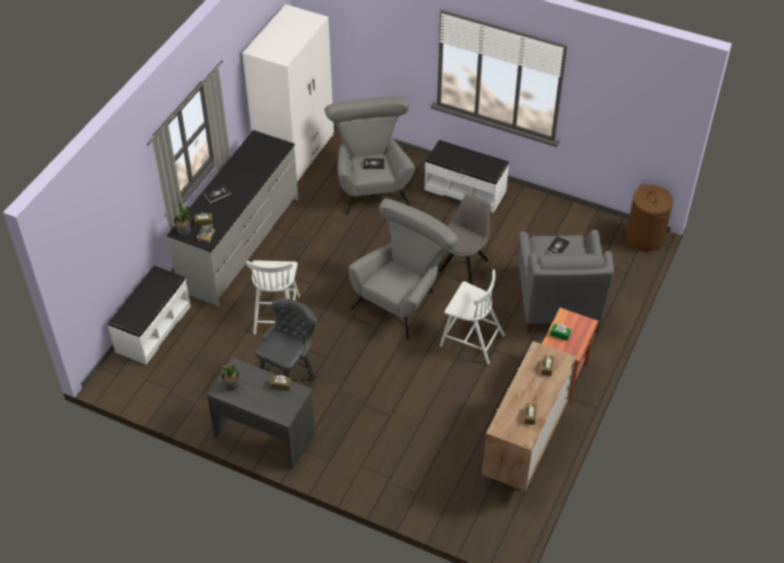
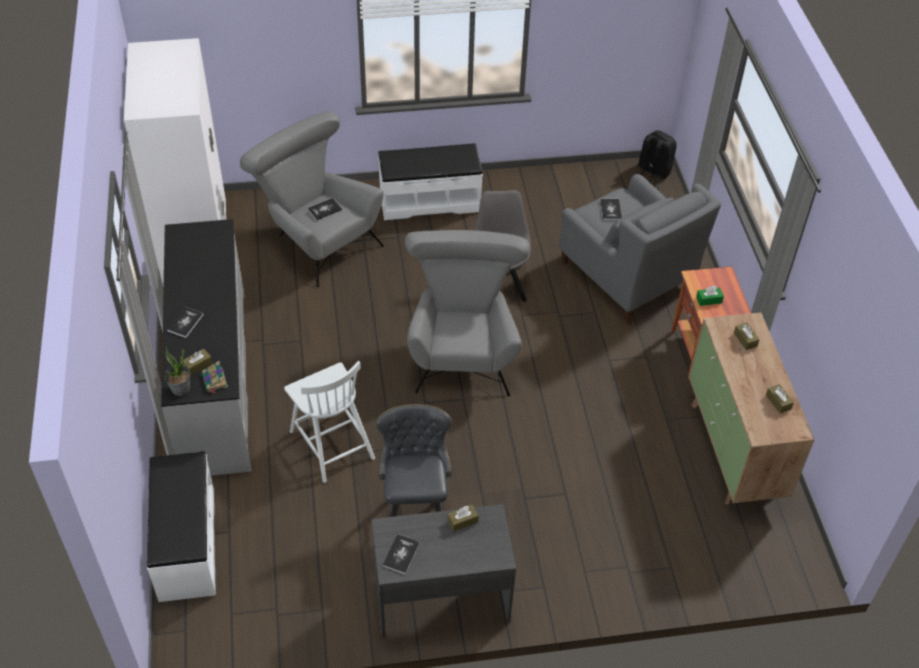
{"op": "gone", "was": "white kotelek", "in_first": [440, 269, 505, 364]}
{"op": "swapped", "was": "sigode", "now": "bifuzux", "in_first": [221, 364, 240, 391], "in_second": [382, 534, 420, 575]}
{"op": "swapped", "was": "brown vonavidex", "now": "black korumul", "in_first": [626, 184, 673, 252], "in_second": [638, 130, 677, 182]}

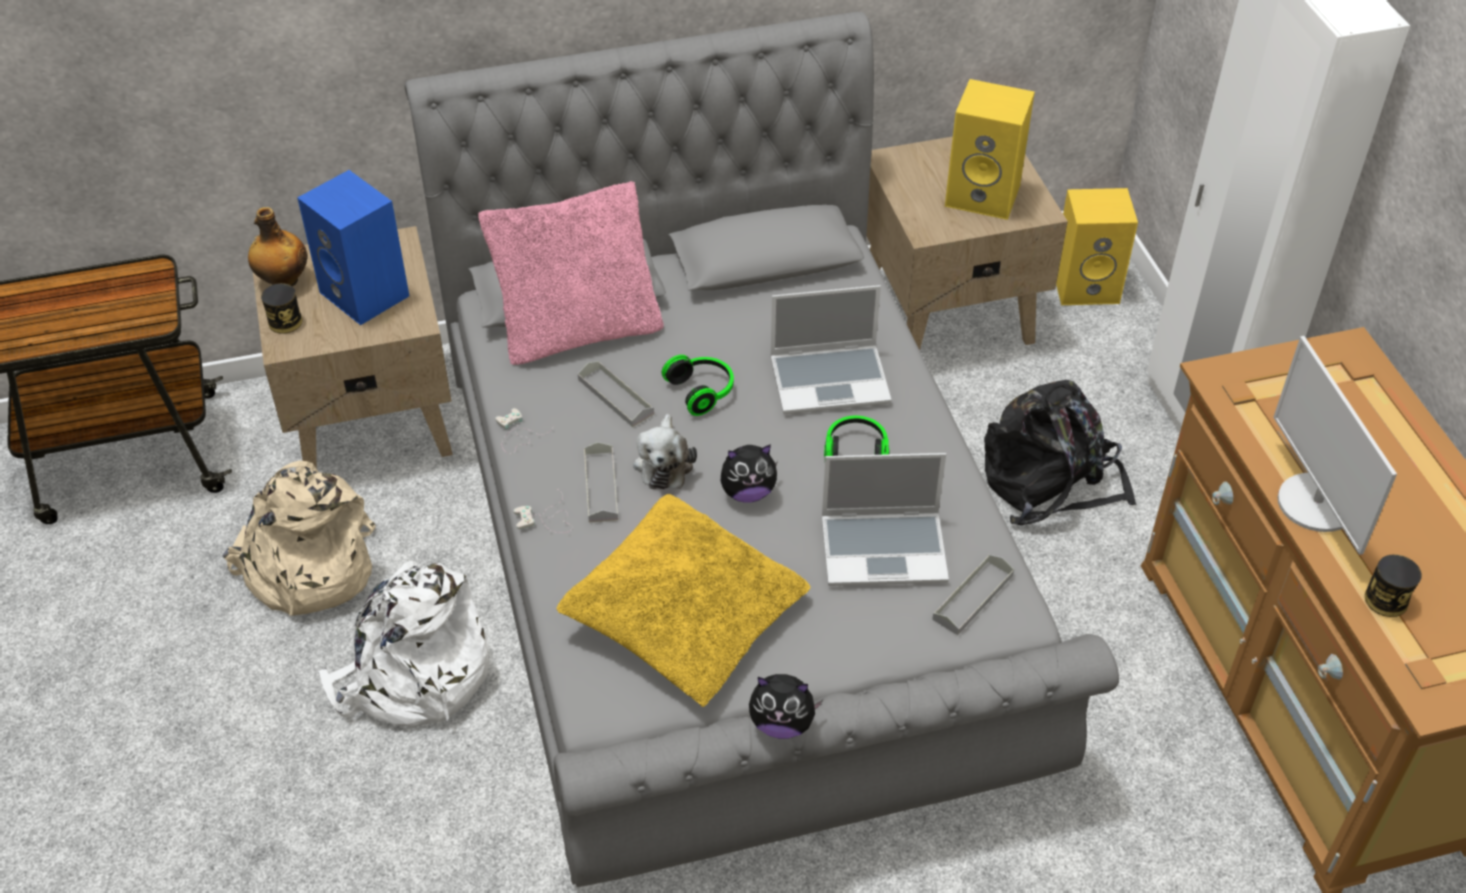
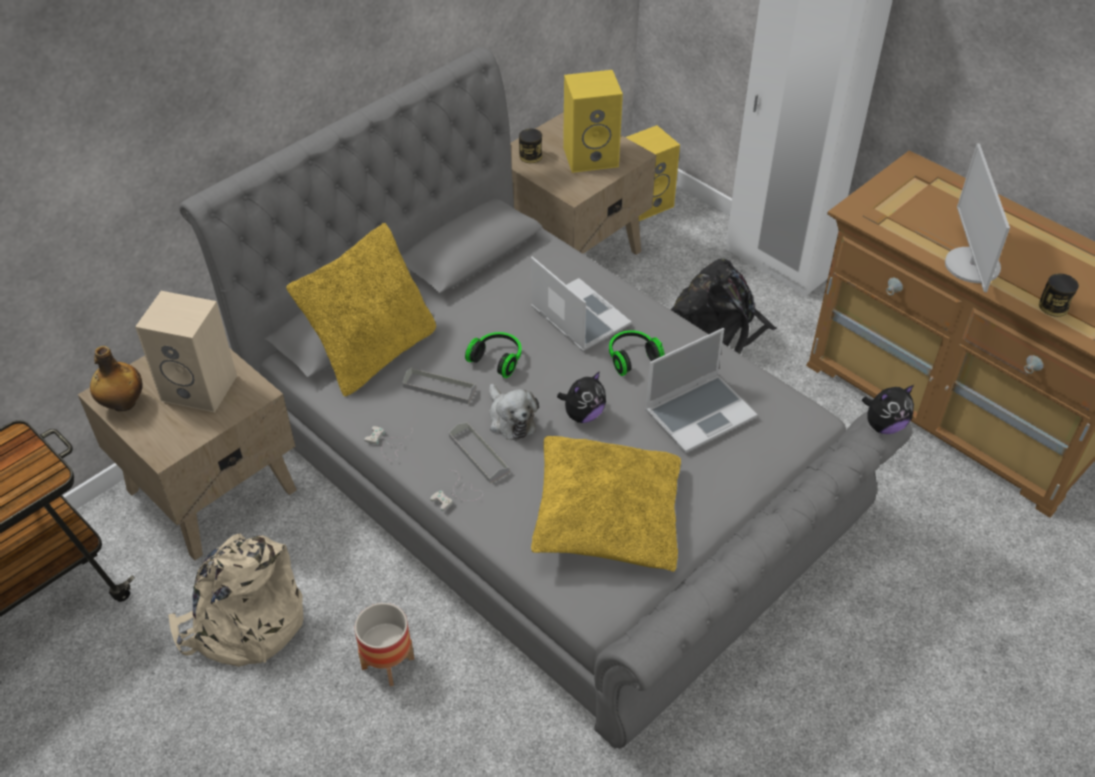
{"op": "gone", "was": "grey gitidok", "in_first": [932, 555, 1014, 635]}
{"op": "shifted", "was": "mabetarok", "in_first": [261, 283, 302, 334], "in_second": [519, 129, 542, 163]}
{"op": "shifted", "was": "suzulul", "in_first": [749, 674, 823, 739], "in_second": [862, 385, 914, 434]}
{"op": "swapped", "was": "white korumul", "now": "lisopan", "in_first": [318, 560, 489, 728], "in_second": [355, 603, 414, 686]}
{"op": "repainted", "was": "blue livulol", "now": "beige livulol", "in_first": [297, 170, 409, 325], "in_second": [135, 291, 237, 413]}
{"op": "repainted", "was": "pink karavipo", "now": "yellow karavipo", "in_first": [478, 181, 664, 365], "in_second": [286, 223, 436, 396]}
{"op": "rotated", "was": "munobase", "in_first": [770, 285, 891, 414], "in_second": [531, 256, 632, 351], "clockwise": -90}
{"op": "rotated", "was": "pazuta", "in_first": [1273, 336, 1397, 555], "in_second": [945, 143, 1010, 292], "clockwise": 45}

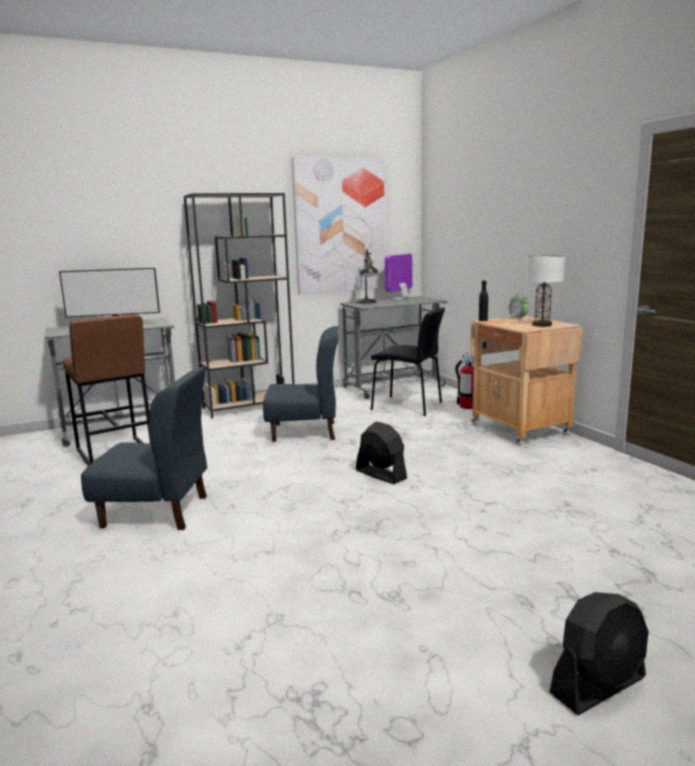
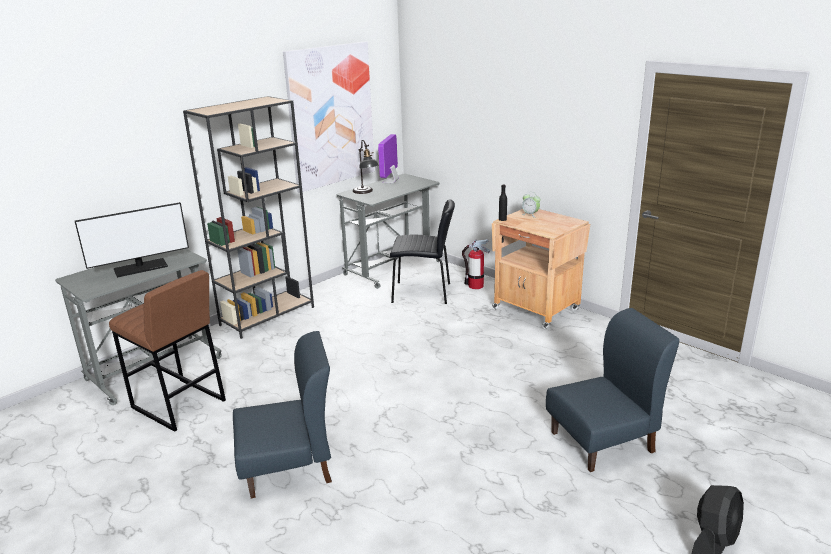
{"op": "gone", "was": "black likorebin", "in_first": [356, 422, 407, 484]}
{"op": "gone", "was": "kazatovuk", "in_first": [526, 255, 565, 327]}
{"op": "shifted", "was": "blue kotelek", "in_first": [263, 326, 339, 442], "in_second": [546, 308, 679, 472]}

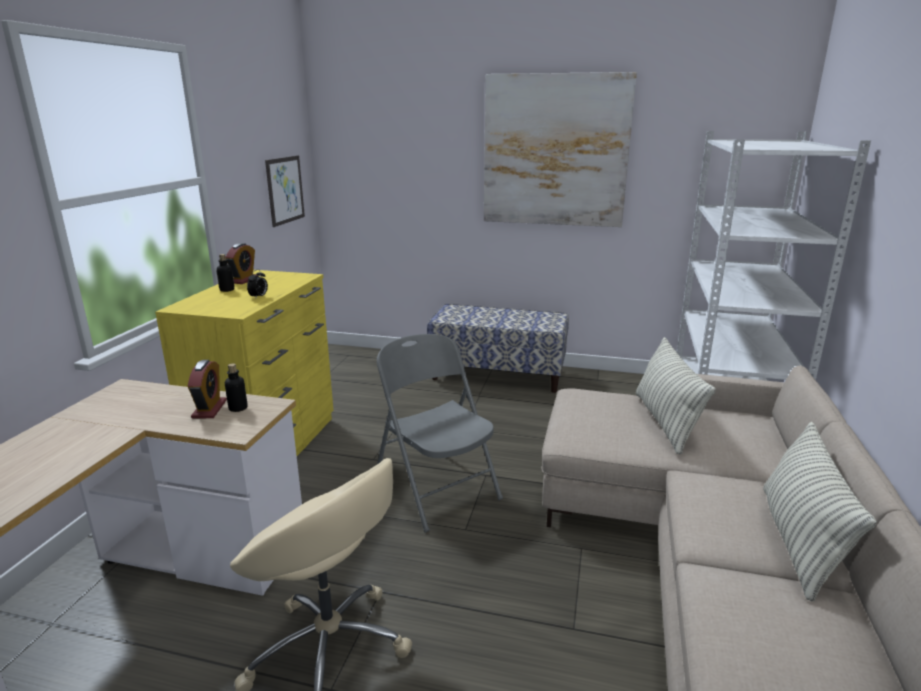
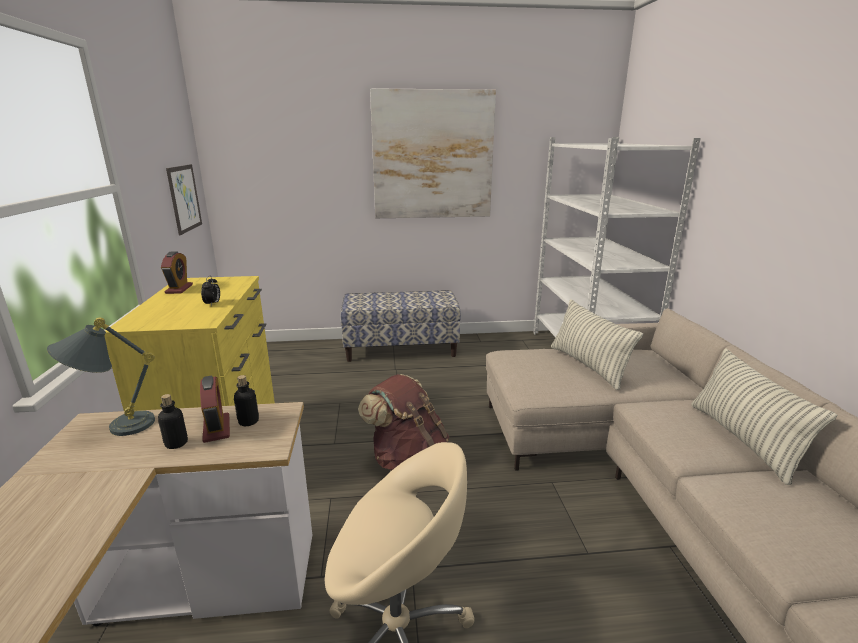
{"op": "new", "now": "grey kazatovuk", "in_second": [47, 318, 155, 436]}
{"op": "shifted", "was": "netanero", "in_first": [217, 254, 234, 292], "in_second": [158, 394, 188, 449]}
{"op": "swapped", "was": "grey kotelek", "now": "brown korumul", "in_first": [377, 334, 503, 533], "in_second": [358, 374, 449, 471]}

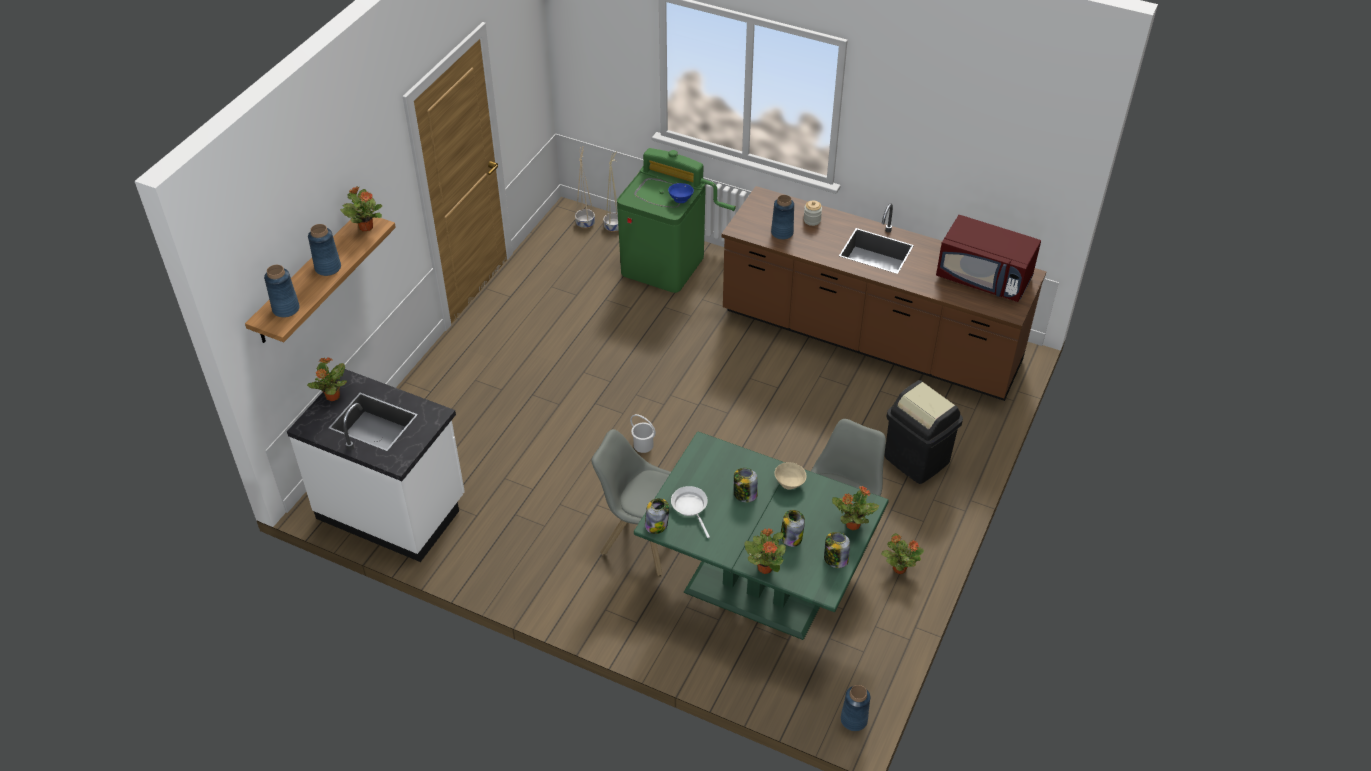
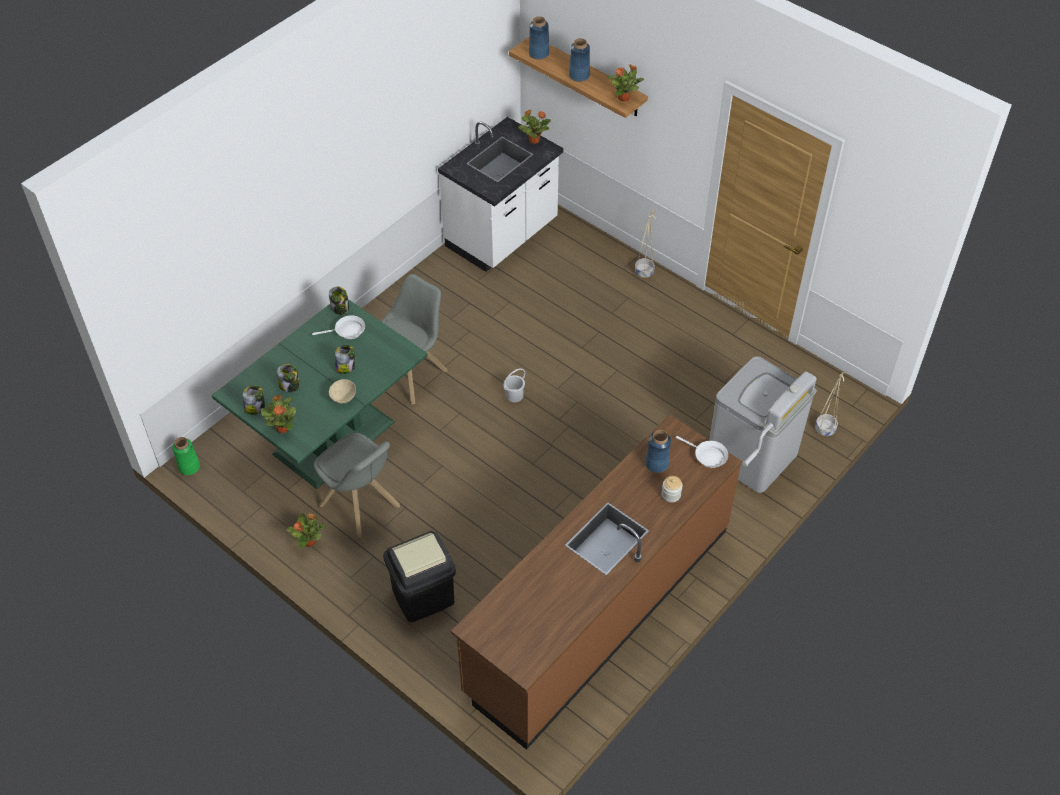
{"op": "gone", "was": "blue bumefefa", "in_first": [668, 183, 694, 203]}
{"op": "gone", "was": "sigode", "in_first": [745, 528, 786, 574]}
{"op": "gone", "was": "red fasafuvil", "in_first": [936, 215, 1041, 302]}
{"op": "new", "now": "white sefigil", "in_second": [676, 436, 728, 468]}
{"op": "shifted", "was": "beige lisopan", "in_first": [575, 146, 595, 229], "in_second": [635, 209, 656, 278]}
{"op": "repainted", "was": "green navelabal", "now": "grey navelabal", "in_first": [617, 148, 736, 293], "in_second": [709, 356, 817, 493]}
{"op": "repainted", "was": "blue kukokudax", "now": "green kukokudax", "in_first": [840, 685, 870, 731], "in_second": [172, 437, 200, 475]}

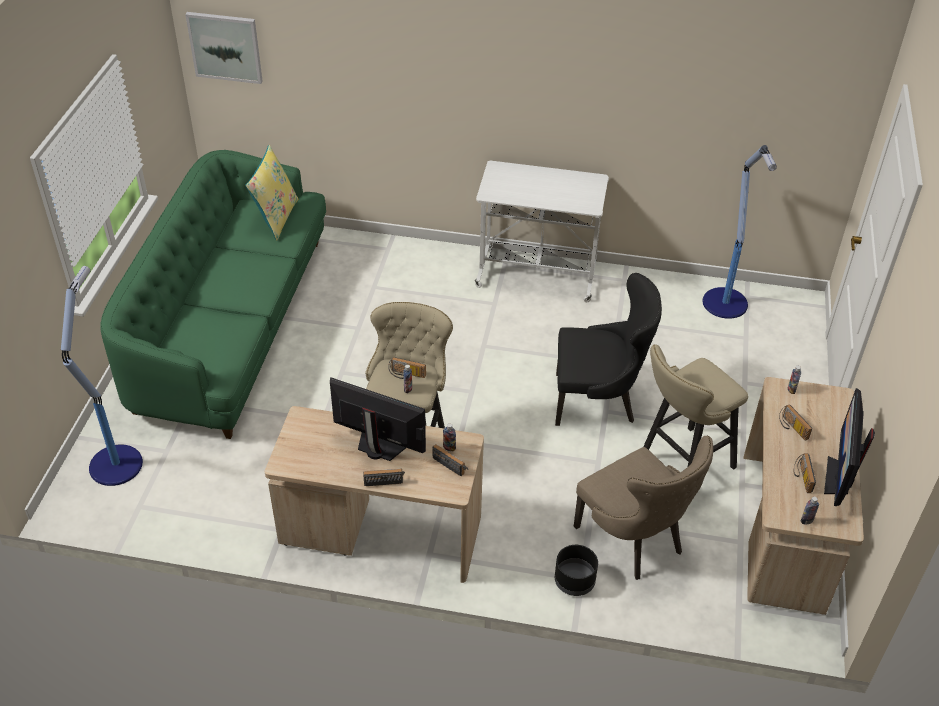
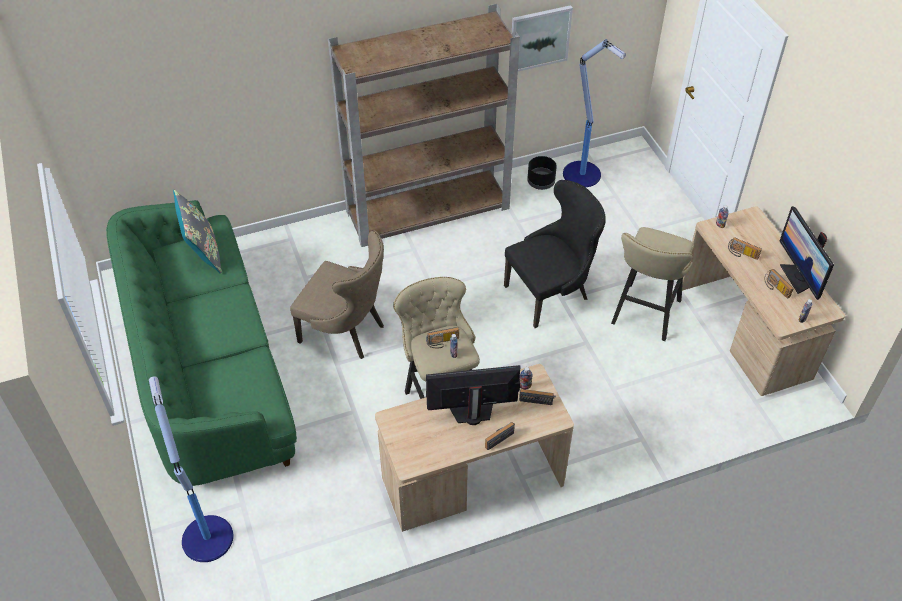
{"op": "shifted", "was": "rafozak", "in_first": [185, 12, 263, 84], "in_second": [512, 5, 573, 72]}
{"op": "shifted", "was": "black lisopan", "in_first": [555, 545, 598, 596], "in_second": [527, 156, 557, 190]}
{"op": "shifted", "was": "beige kotelek", "in_first": [574, 435, 713, 580], "in_second": [290, 230, 384, 359]}
{"op": "swapped", "was": "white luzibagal", "now": "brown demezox", "in_first": [475, 161, 609, 302], "in_second": [328, 4, 520, 247]}
{"op": "repainted", "was": "yellow karavipo", "now": "grey karavipo", "in_first": [245, 145, 299, 241], "in_second": [173, 190, 222, 274]}

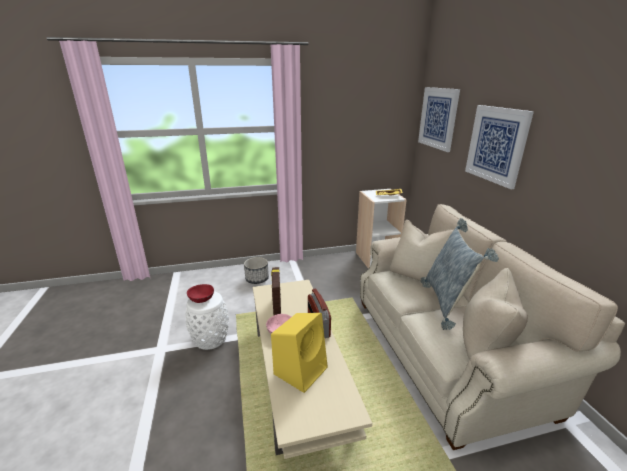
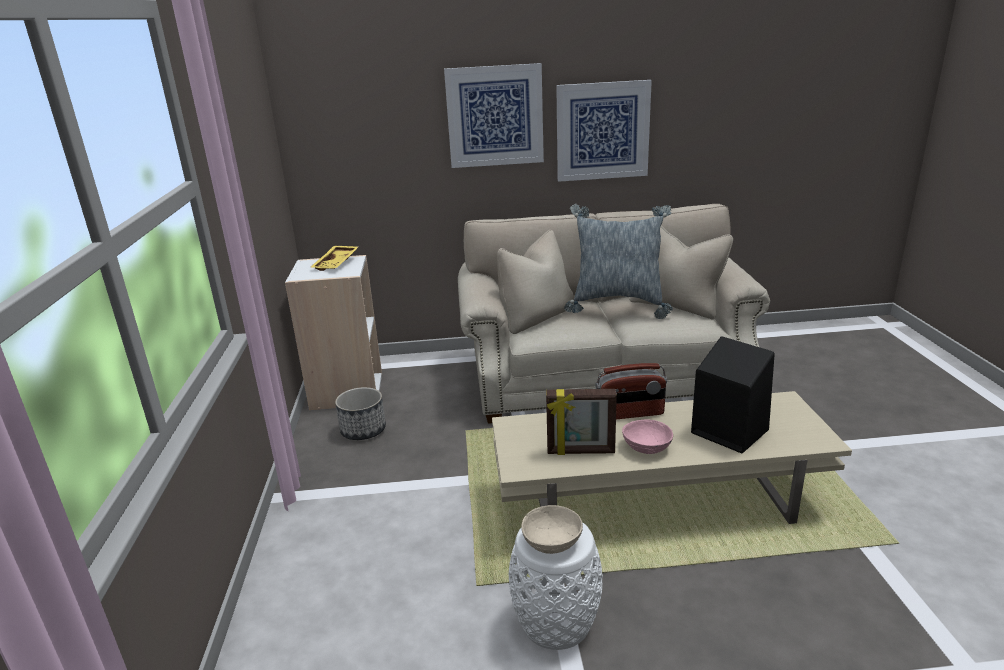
{"op": "shifted", "was": "lisopan", "in_first": [244, 257, 269, 284], "in_second": [335, 387, 386, 440]}
{"op": "shifted", "was": "rafozak", "in_first": [418, 87, 460, 152], "in_second": [556, 80, 652, 182]}
{"op": "repainted", "was": "red bumefefa", "now": "beige bumefefa", "in_first": [187, 284, 214, 303], "in_second": [521, 505, 583, 554]}
{"op": "repainted", "was": "yellow livulol", "now": "black livulol", "in_first": [271, 313, 328, 393], "in_second": [691, 336, 775, 454]}

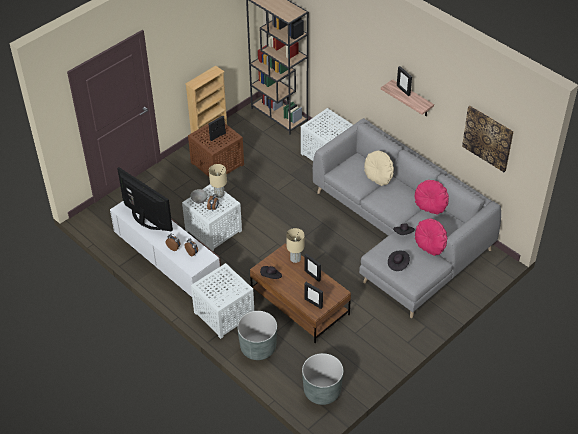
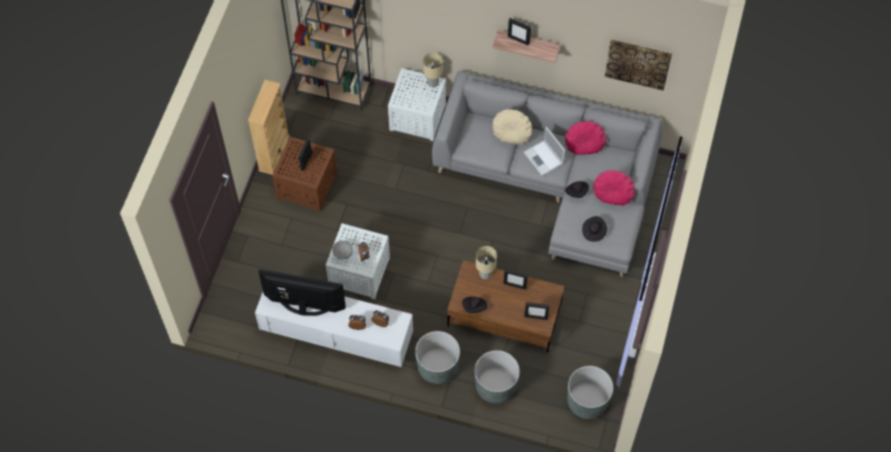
{"op": "new", "now": "munobase", "in_second": [524, 127, 566, 176]}
{"op": "shifted", "was": "beige kazatovuk", "in_first": [209, 164, 227, 198], "in_second": [423, 52, 443, 87]}
{"op": "swapped", "was": "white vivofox", "now": "grey lisopan", "in_first": [191, 263, 254, 339], "in_second": [415, 331, 460, 384]}

